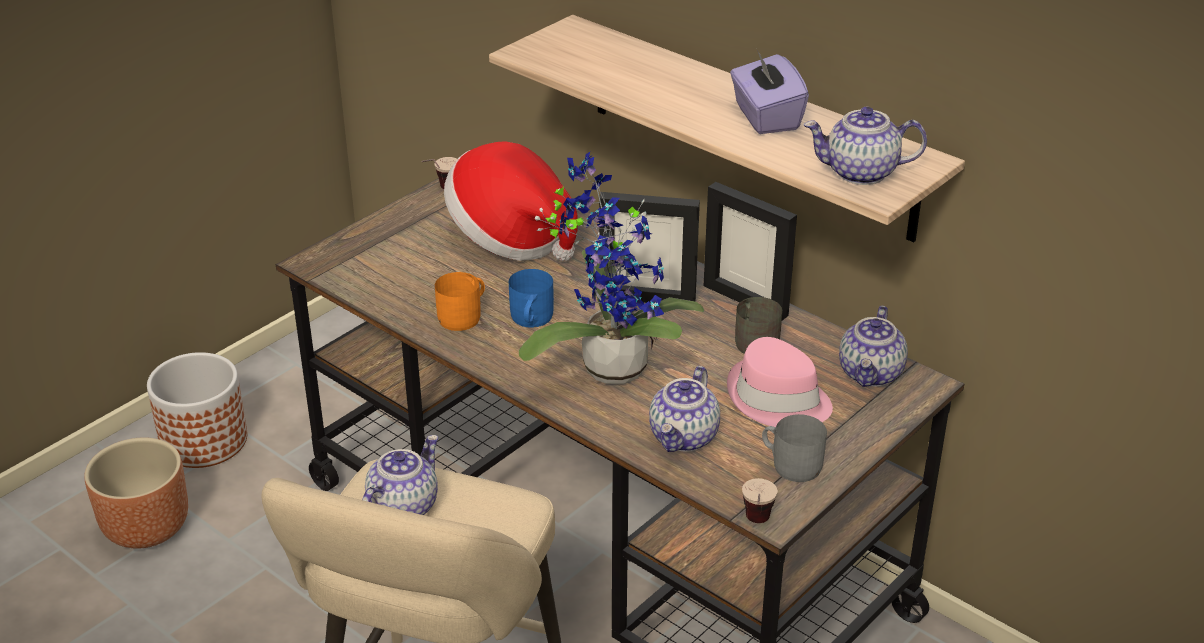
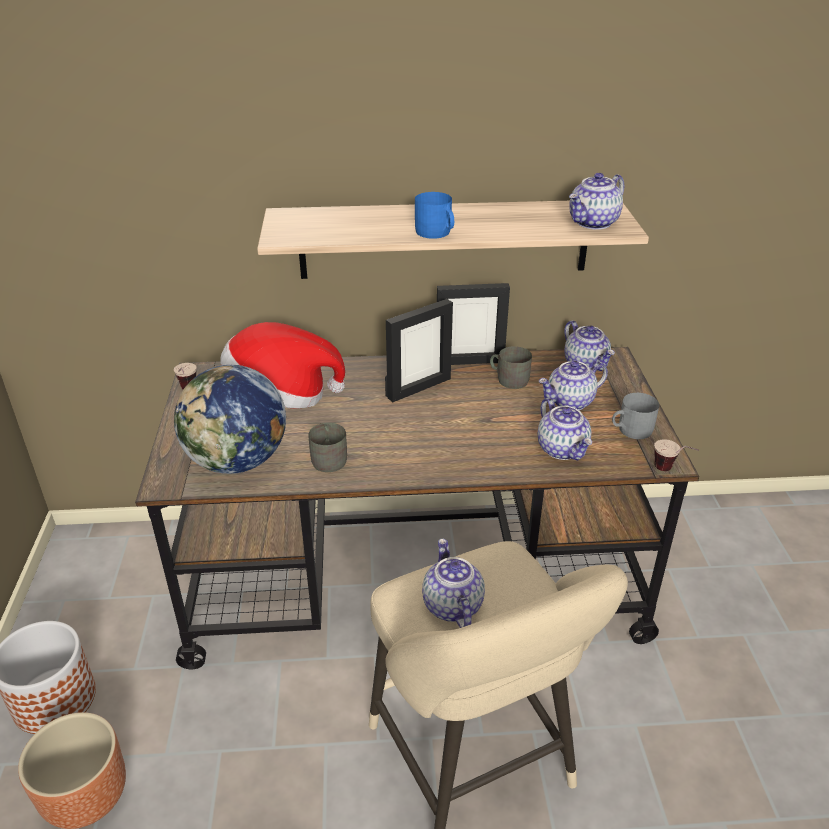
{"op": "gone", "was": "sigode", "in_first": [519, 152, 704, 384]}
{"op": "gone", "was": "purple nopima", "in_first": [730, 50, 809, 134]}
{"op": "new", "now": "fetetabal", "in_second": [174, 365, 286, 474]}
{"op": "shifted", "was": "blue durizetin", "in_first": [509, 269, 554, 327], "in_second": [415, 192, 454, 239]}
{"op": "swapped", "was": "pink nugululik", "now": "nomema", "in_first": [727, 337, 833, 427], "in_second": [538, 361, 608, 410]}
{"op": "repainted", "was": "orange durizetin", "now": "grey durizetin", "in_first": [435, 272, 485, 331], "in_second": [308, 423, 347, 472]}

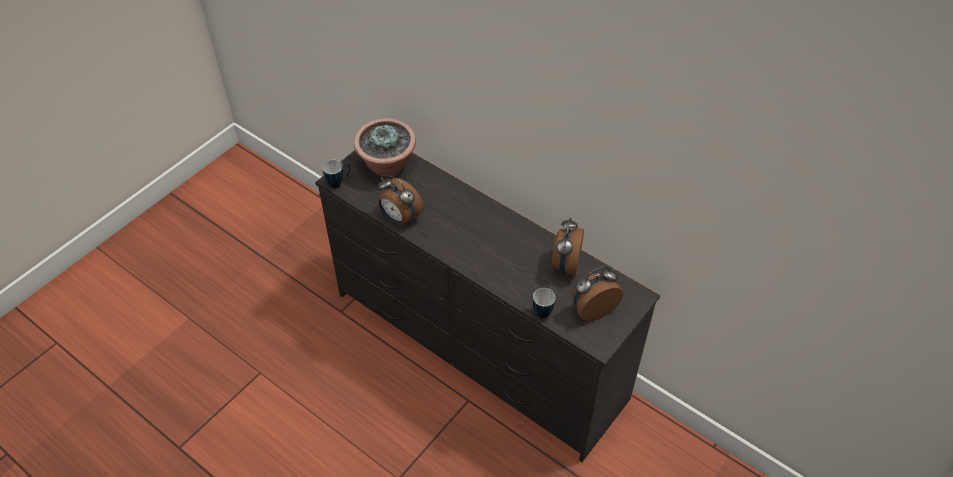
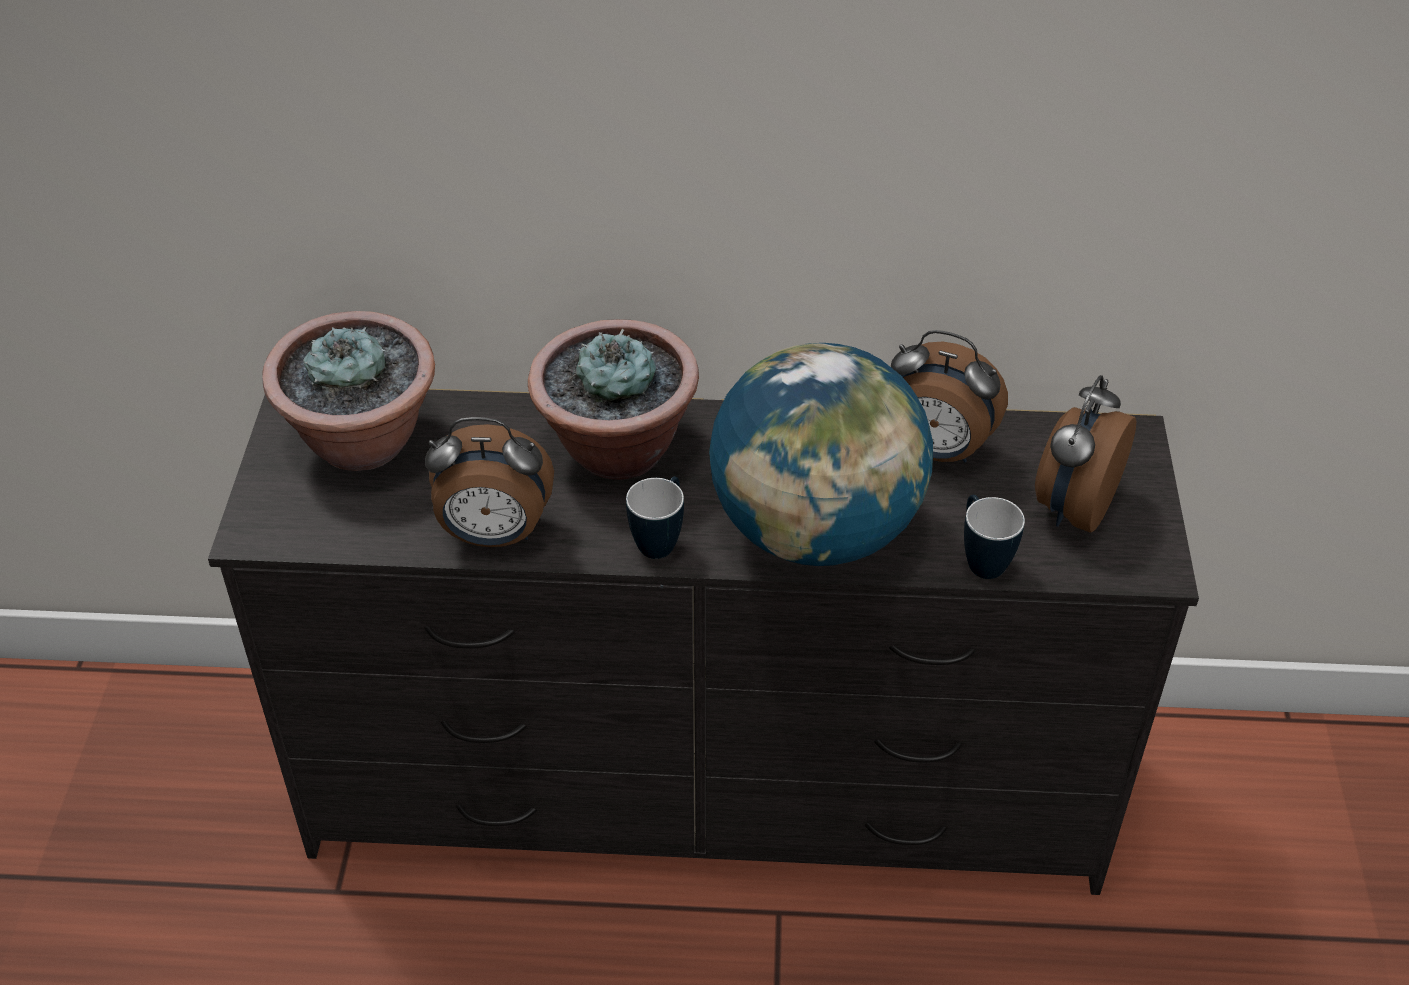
{"op": "new", "now": "sigode", "in_second": [528, 319, 699, 480]}
{"op": "new", "now": "fetetabal", "in_second": [709, 343, 933, 566]}
{"op": "shifted", "was": "durizetin", "in_first": [322, 159, 350, 188], "in_second": [626, 476, 684, 559]}
{"op": "rotated", "was": "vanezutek", "in_first": [552, 217, 584, 275], "in_second": [891, 330, 1008, 463], "clockwise": -45}

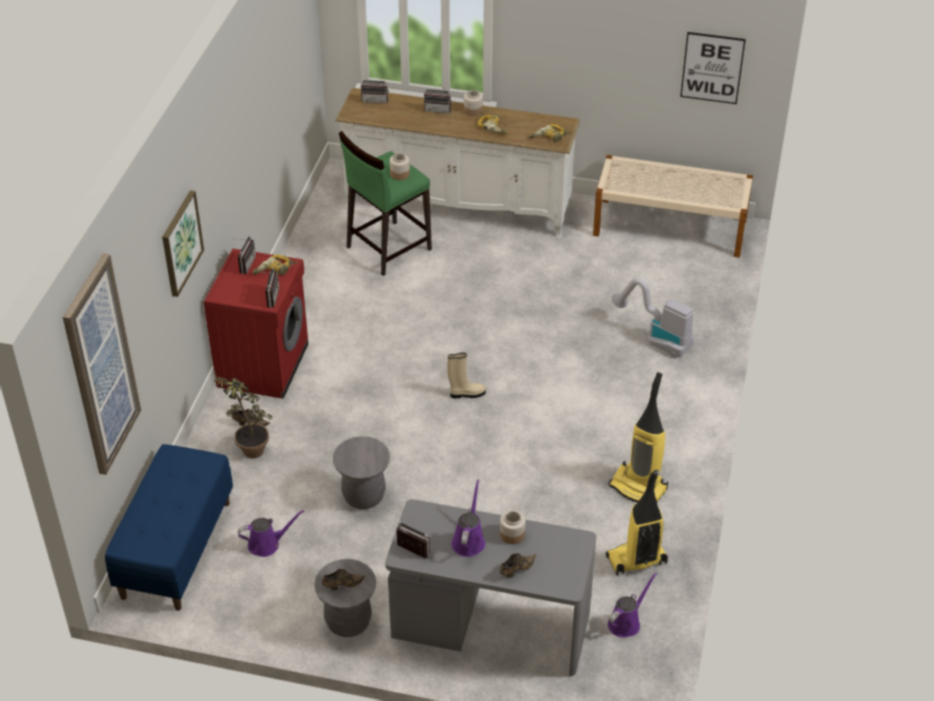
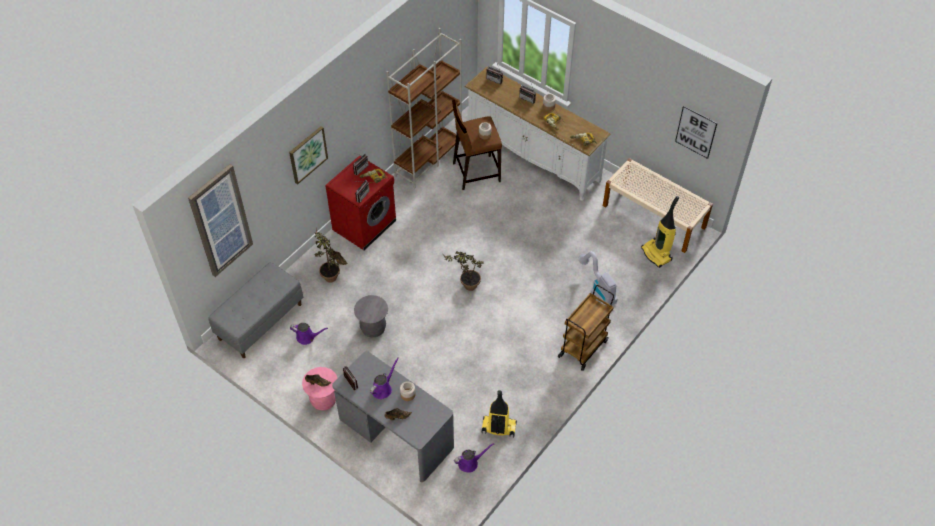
{"op": "new", "now": "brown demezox", "in_second": [386, 28, 462, 188]}
{"op": "new", "now": "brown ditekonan", "in_second": [558, 285, 614, 371]}
{"op": "shifted", "was": "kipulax", "in_first": [609, 372, 668, 502], "in_second": [641, 196, 679, 268]}
{"op": "swapped", "was": "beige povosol", "now": "sigode", "in_first": [447, 353, 486, 398], "in_second": [443, 251, 484, 291]}
{"op": "repainted", "was": "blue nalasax", "now": "grey nalasax", "in_first": [105, 444, 233, 611], "in_second": [208, 262, 303, 358]}
{"op": "repainted", "was": "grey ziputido", "now": "pink ziputido", "in_first": [314, 559, 376, 637], "in_second": [302, 367, 337, 411]}
{"op": "repainted", "was": "green ziputido", "now": "brown ziputido", "in_first": [339, 131, 432, 276], "in_second": [452, 100, 502, 190]}

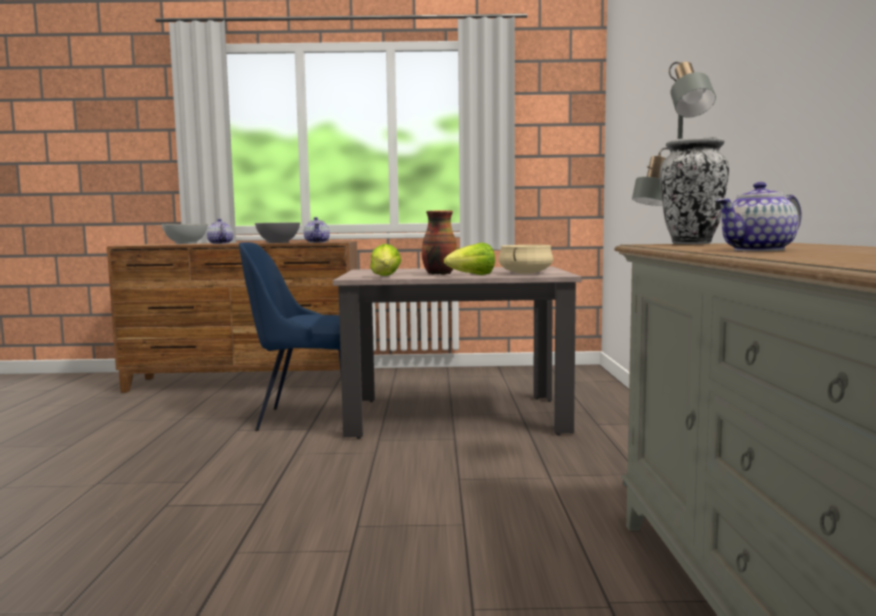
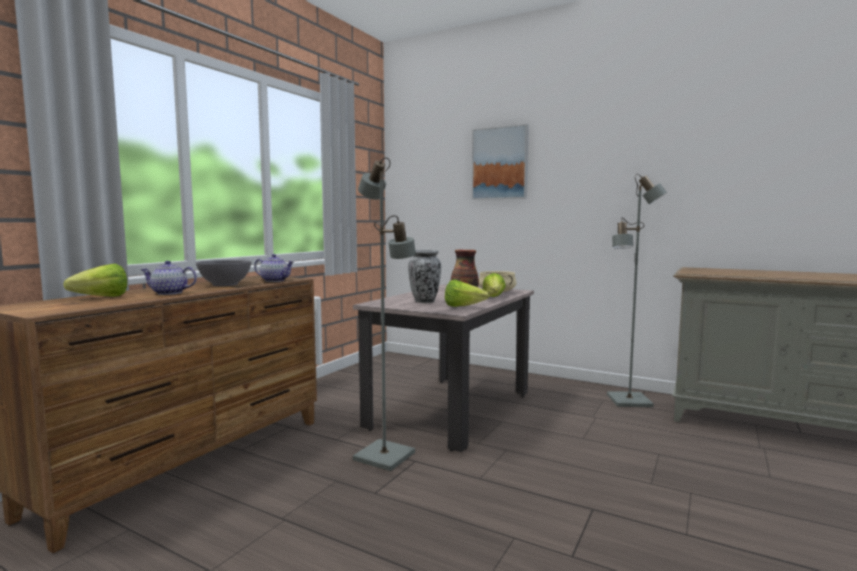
{"op": "gone", "was": "nomema", "in_first": [716, 182, 802, 251]}
{"op": "new", "now": "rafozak", "in_second": [472, 124, 529, 200]}
{"op": "shifted", "was": "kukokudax", "in_first": [660, 137, 729, 244], "in_second": [408, 250, 441, 303]}
{"op": "swapped", "was": "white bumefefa", "now": "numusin", "in_first": [162, 224, 208, 244], "in_second": [64, 264, 127, 297]}
{"op": "swapped", "was": "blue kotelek", "now": "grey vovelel", "in_first": [239, 242, 341, 431], "in_second": [353, 157, 416, 471]}

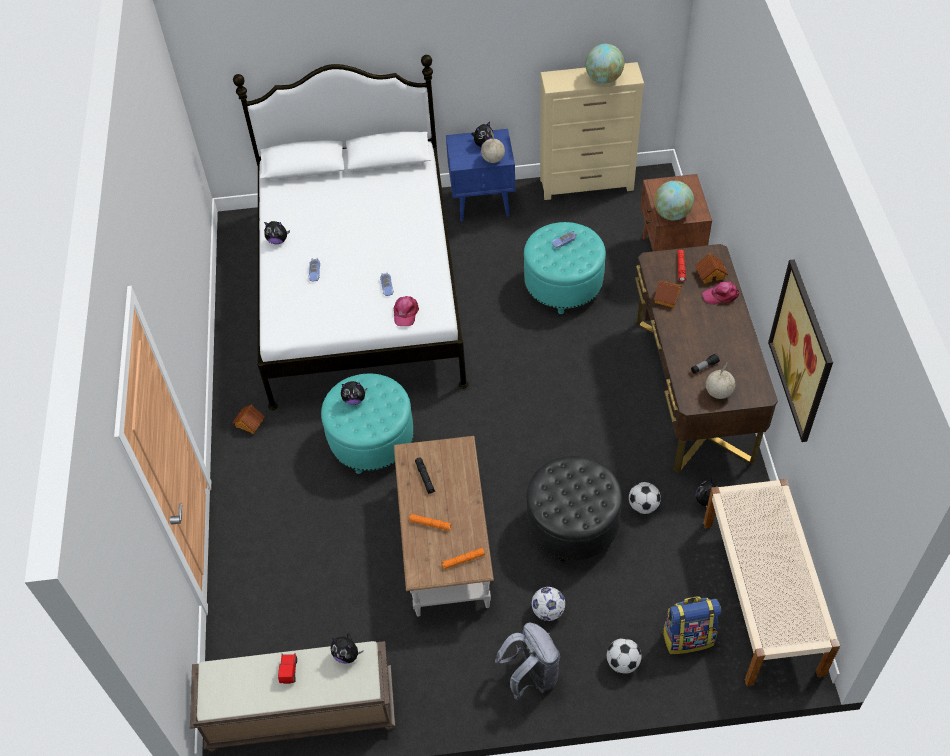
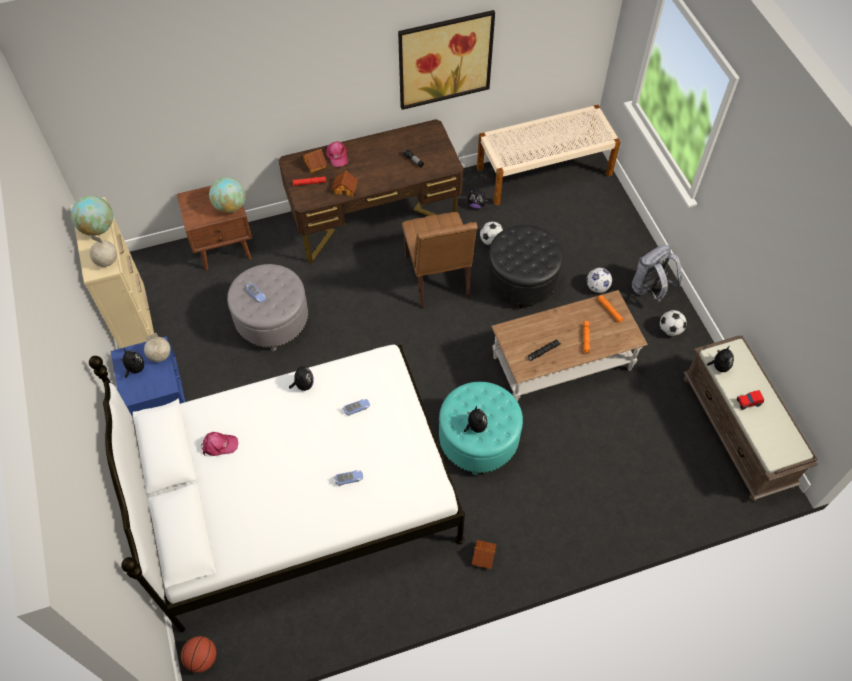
{"op": "gone", "was": "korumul", "in_first": [662, 596, 722, 654]}
{"op": "new", "now": "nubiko", "in_second": [181, 636, 216, 673]}
{"op": "new", "now": "brown kotelek", "in_second": [402, 212, 477, 309]}
{"op": "shifted", "was": "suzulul", "in_first": [264, 221, 290, 244], "in_second": [289, 364, 314, 391]}
{"op": "shifted", "was": "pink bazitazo", "in_first": [394, 296, 419, 326], "in_second": [201, 432, 238, 456]}
{"op": "shifted", "was": "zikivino", "in_first": [607, 638, 642, 674], "in_second": [660, 310, 687, 336]}
{"op": "shifted", "was": "fetetabal", "in_first": [706, 363, 735, 399], "in_second": [90, 235, 117, 267]}
{"op": "repainted", "was": "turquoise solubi", "now": "grey solubi", "in_first": [524, 222, 606, 314], "in_second": [227, 264, 308, 351]}

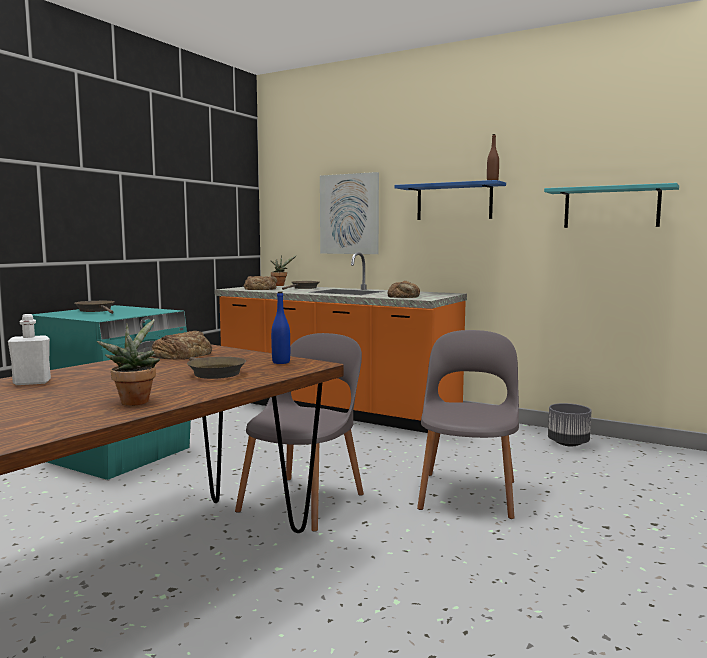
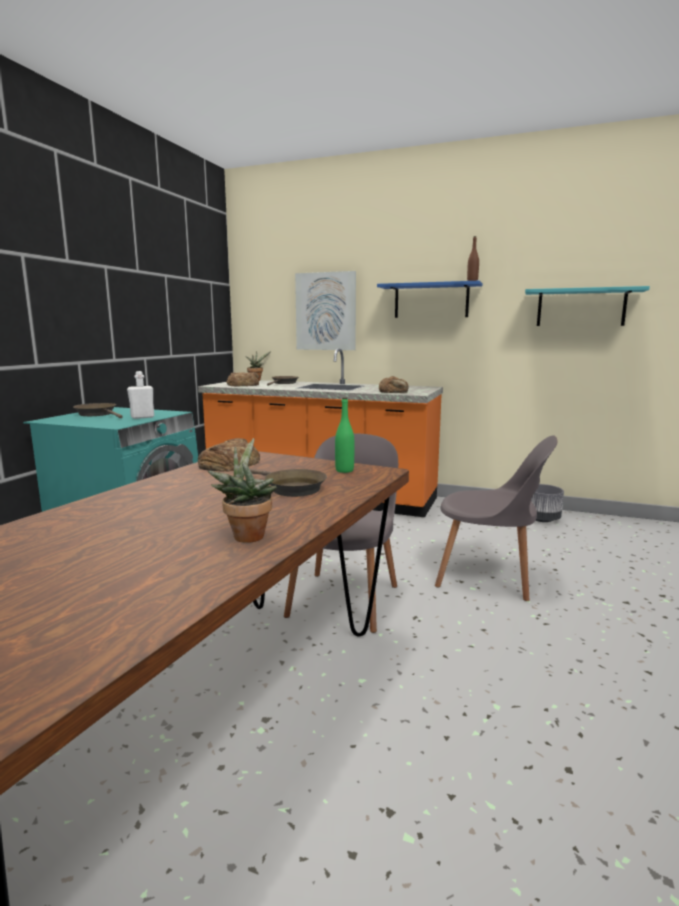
{"op": "shifted", "was": "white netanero", "in_first": [8, 314, 51, 385], "in_second": [127, 371, 154, 419]}
{"op": "repainted", "was": "blue netanero", "now": "green netanero", "in_first": [271, 292, 290, 364], "in_second": [335, 397, 355, 473]}
{"op": "rotated", "was": "grey kotelek", "in_first": [417, 330, 519, 519], "in_second": [435, 435, 558, 601], "clockwise": 105}

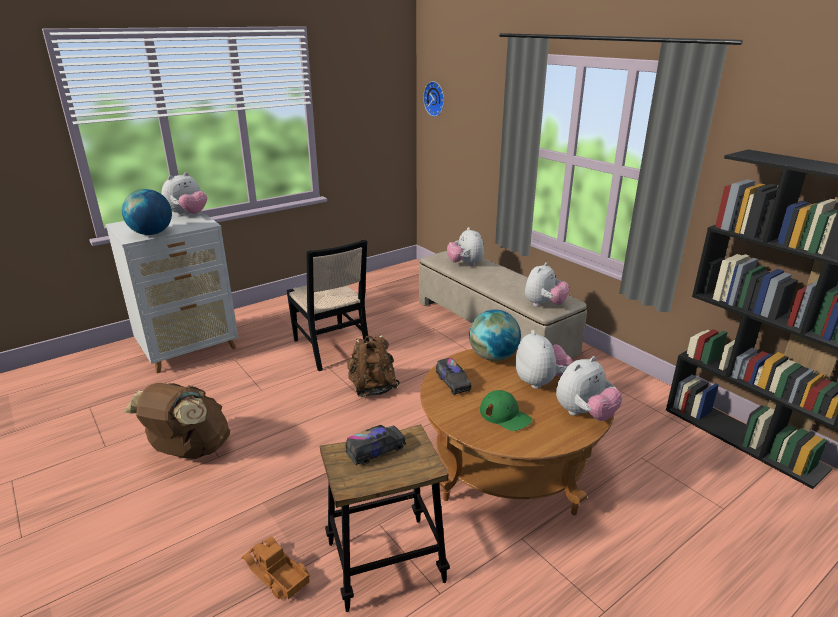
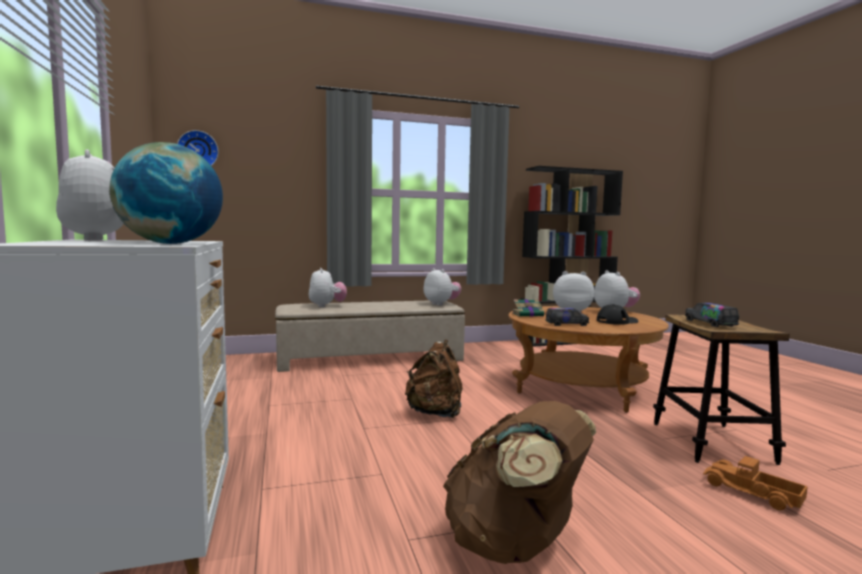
{"op": "gone", "was": "kotelek", "in_first": [287, 239, 369, 371]}
{"op": "swapped", "was": "fetetabal", "now": "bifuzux", "in_first": [469, 310, 521, 361], "in_second": [512, 299, 544, 317]}
{"op": "repainted", "was": "green bazitazo", "now": "black bazitazo", "in_first": [480, 390, 532, 431], "in_second": [597, 304, 639, 325]}
{"op": "rotated", "was": "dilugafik", "in_first": [241, 536, 310, 600], "in_second": [703, 456, 808, 510], "clockwise": 75}
{"op": "rotated", "was": "suzulul", "in_first": [447, 227, 484, 266], "in_second": [309, 268, 347, 308], "clockwise": -105}

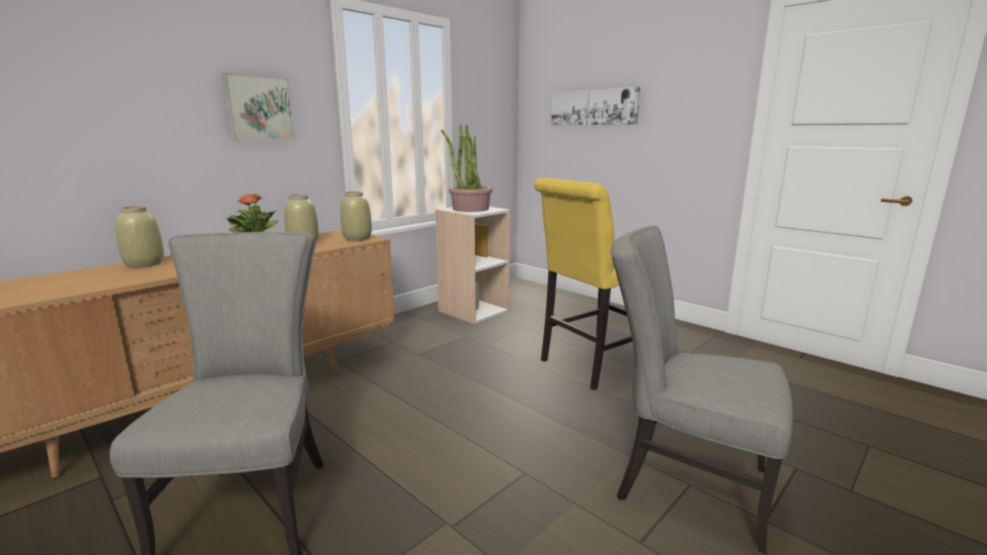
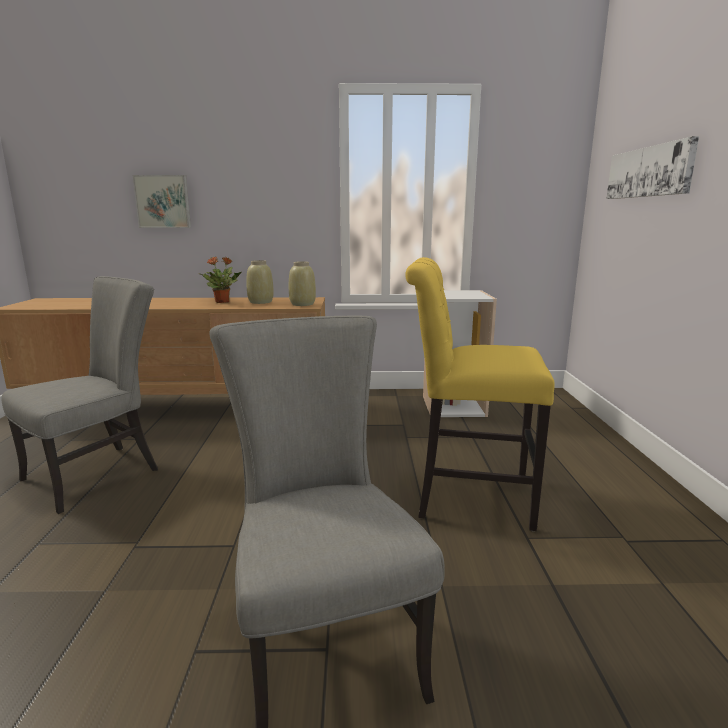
{"op": "gone", "was": "beige kukokudax", "in_first": [116, 206, 164, 268]}
{"op": "gone", "was": "sigode", "in_first": [441, 125, 492, 212]}
{"op": "shifted", "was": "rafozak", "in_first": [221, 73, 295, 141], "in_second": [133, 175, 191, 228]}

